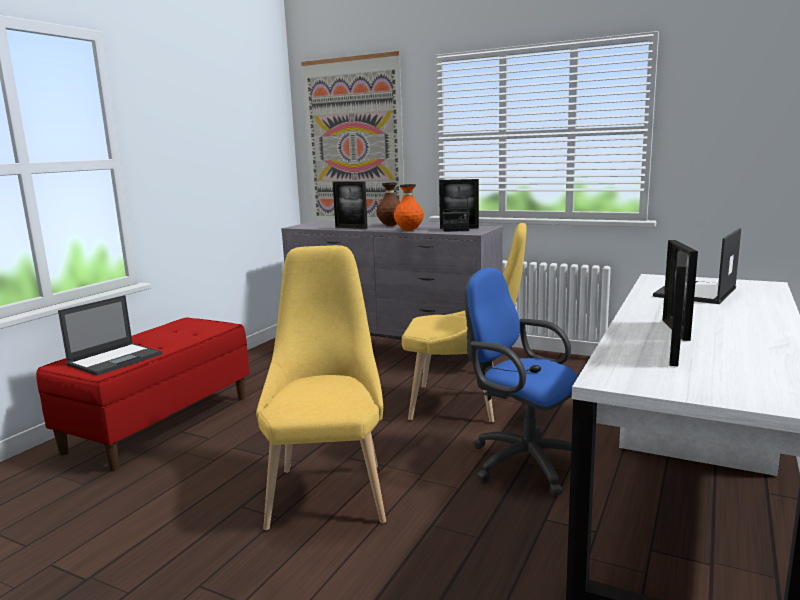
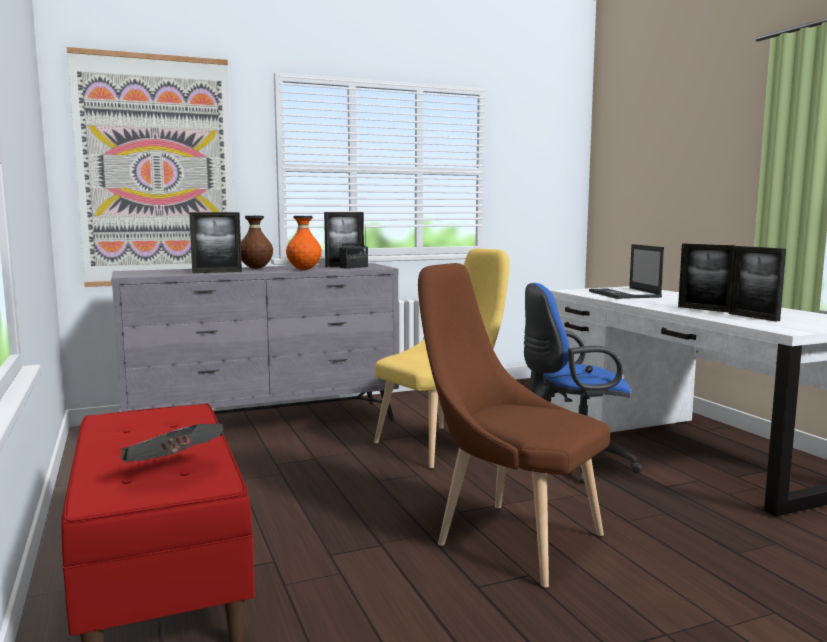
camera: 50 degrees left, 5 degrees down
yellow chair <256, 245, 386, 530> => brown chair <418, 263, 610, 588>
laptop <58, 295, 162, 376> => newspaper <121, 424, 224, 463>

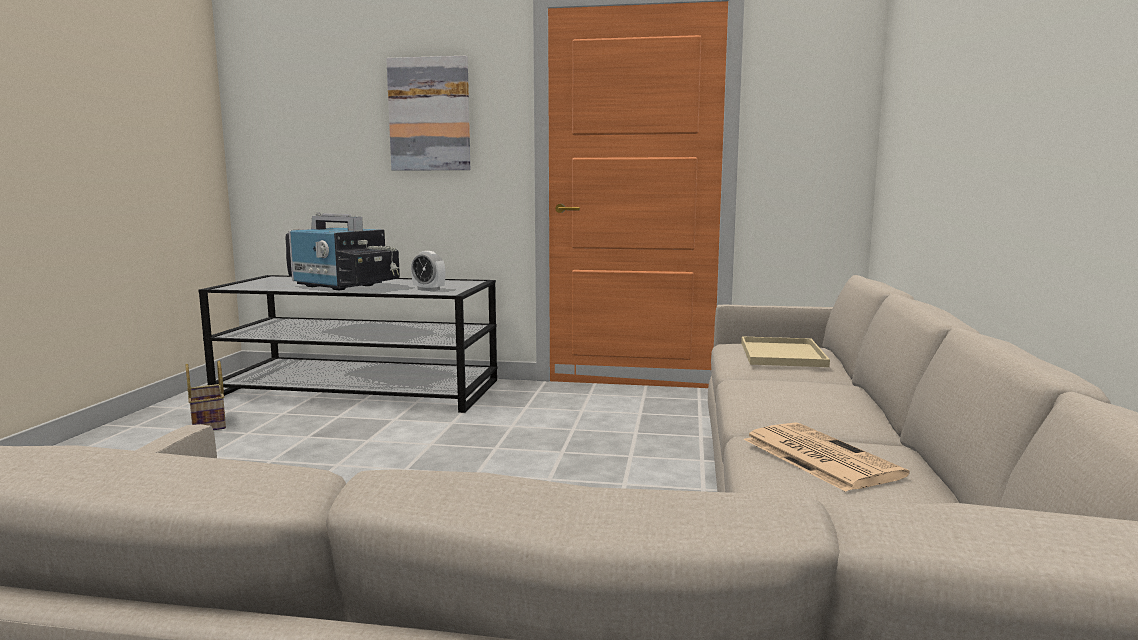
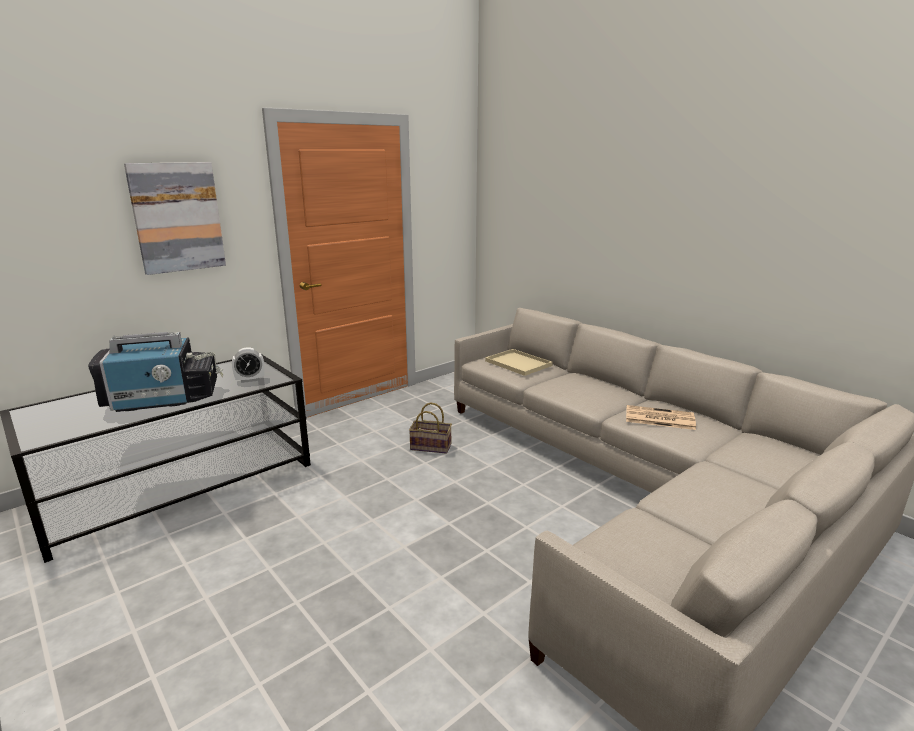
camera: 50 degrees left, 10 degrees up
basket <185, 360, 226, 430> => basket <409, 402, 452, 454>, moved

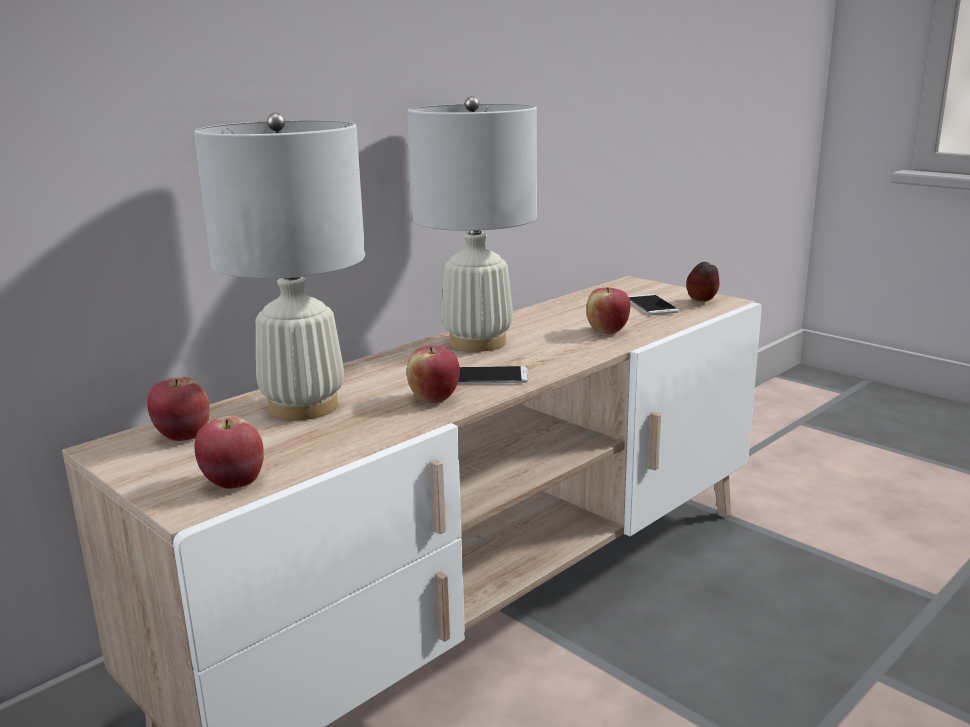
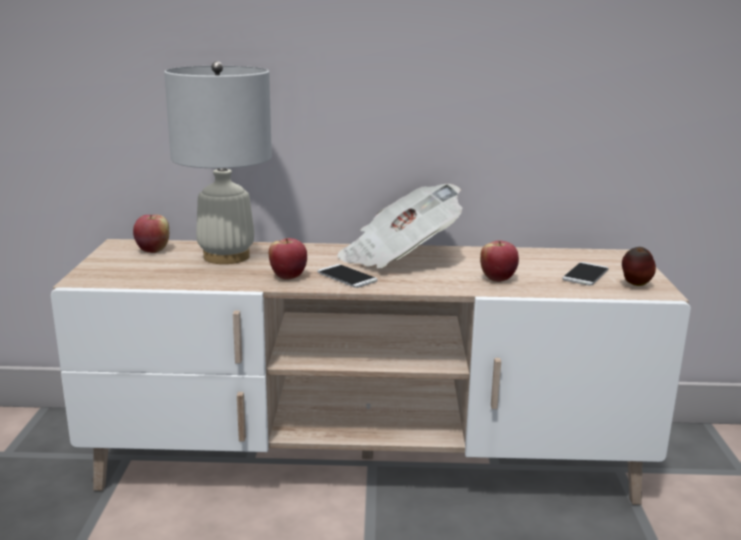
camera: 45 degrees right, 0 degrees up
white table lamp <407, 96, 537, 352> => newspaper <338, 184, 462, 269>
apple <195, 416, 264, 489> => nothing

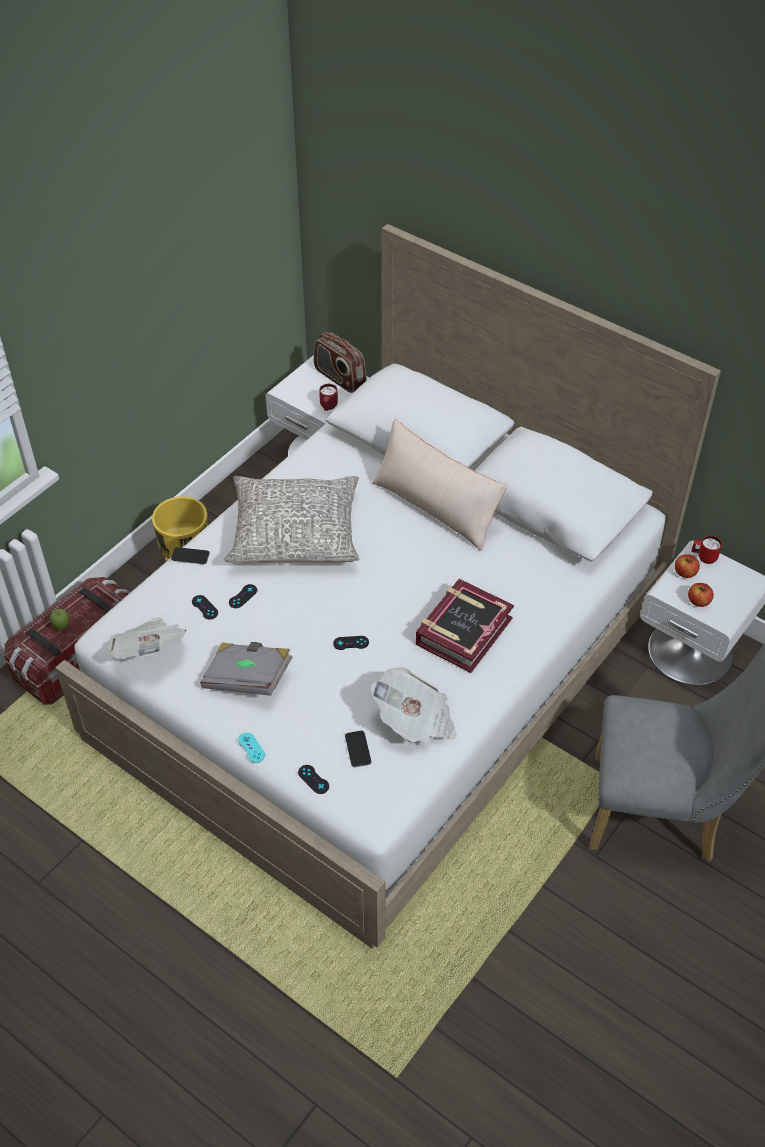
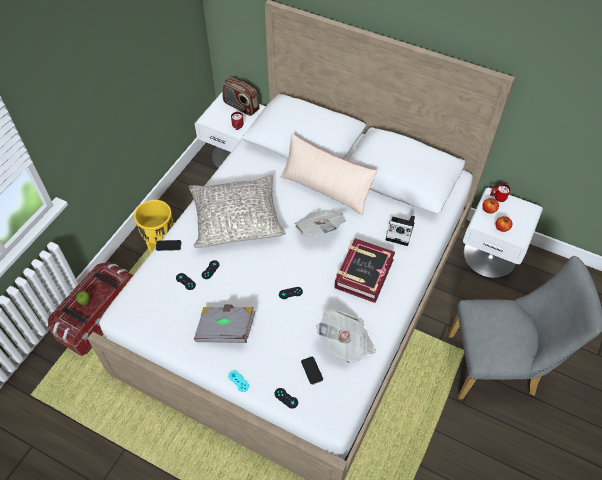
camera: 10 degrees left, 5 degrees up
newspaper <108, 617, 187, 659> => newspaper <294, 209, 346, 237>, moved
nothing => photo camera <386, 216, 415, 246>

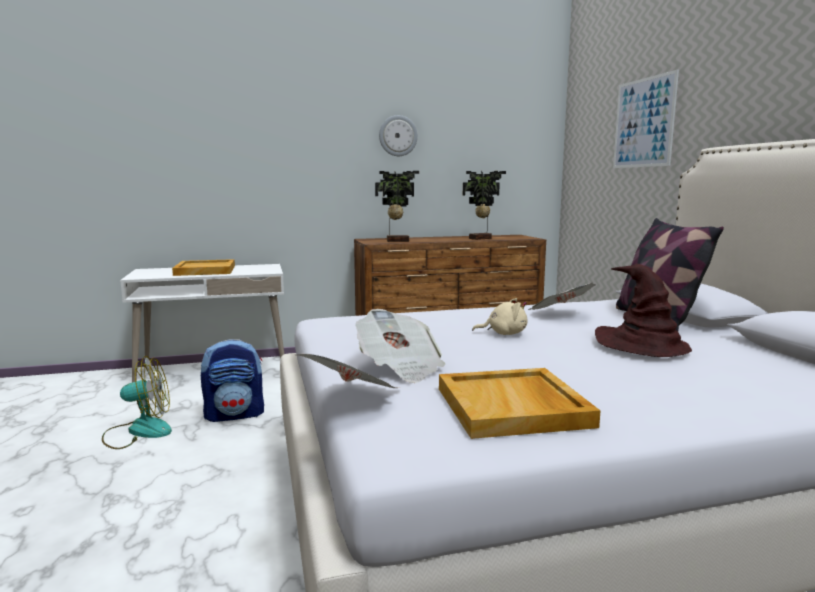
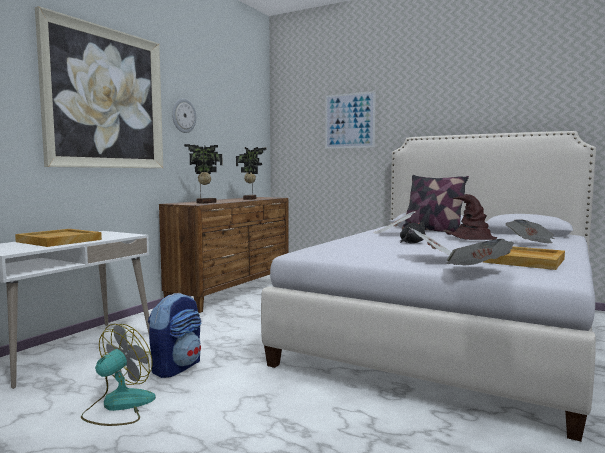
camera: 45 degrees left, 5 degrees down
beige plush toy <472, 298, 527, 335> => black plush toy <400, 221, 425, 243>
nothing => picture <35, 6, 163, 168>
nothing => newspaper <505, 219, 555, 243>

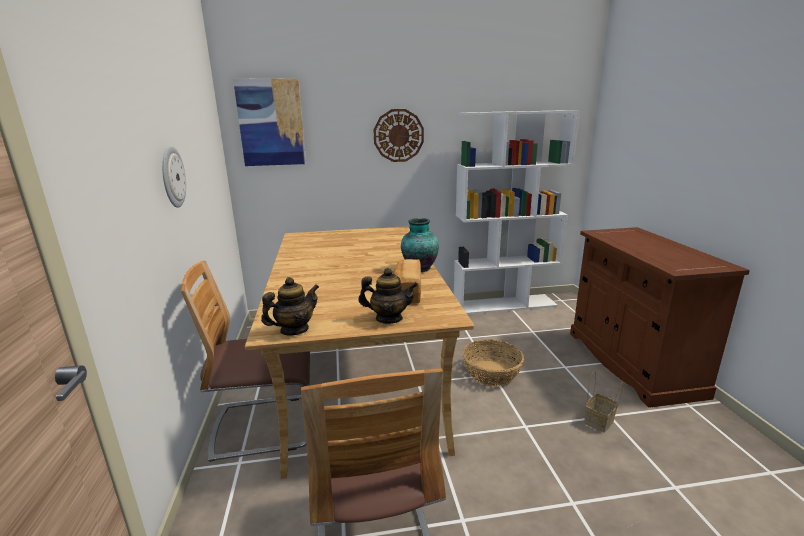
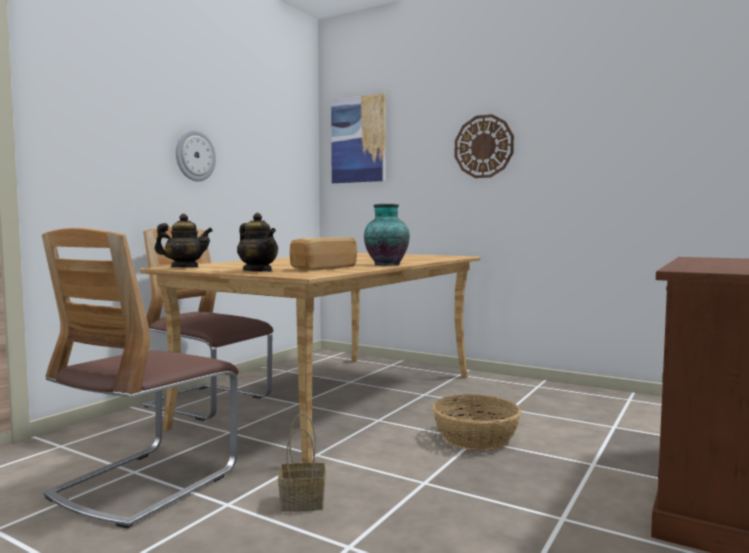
camera: 40 degrees right, 15 degrees down
white bookcase <454, 110, 580, 314> => nothing
basket <584, 371, 623, 432> => basket <278, 414, 326, 512>, moved

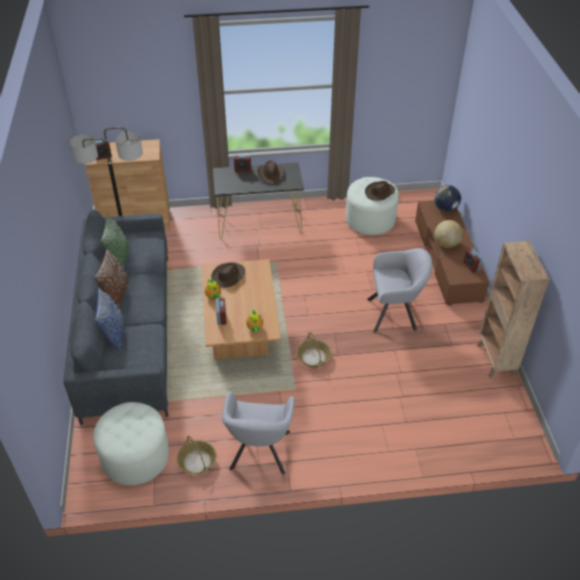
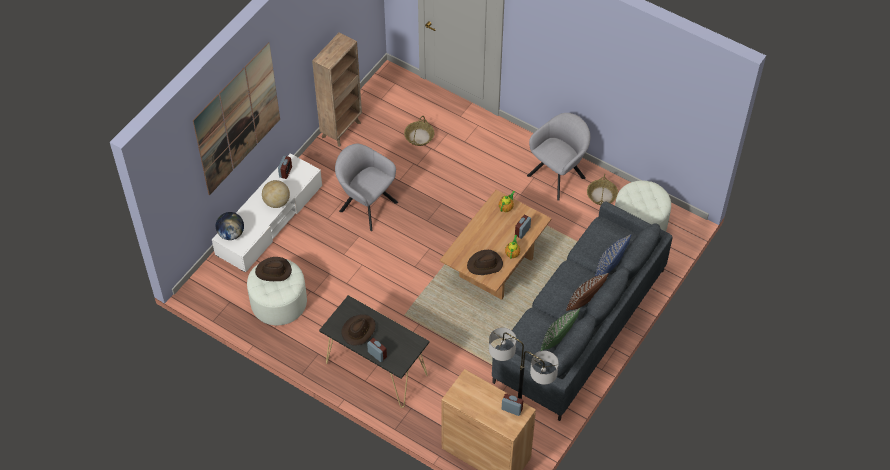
camera: 140 degrees left, 10 degrees up
brown tv stand <415, 201, 489, 305> => white tv stand <212, 153, 322, 272>
basket <297, 332, 332, 367> => basket <404, 116, 435, 146>, moved
nothing => picture <193, 42, 280, 195>

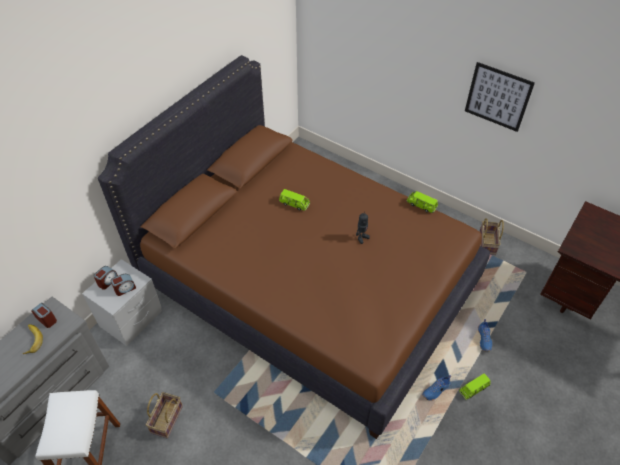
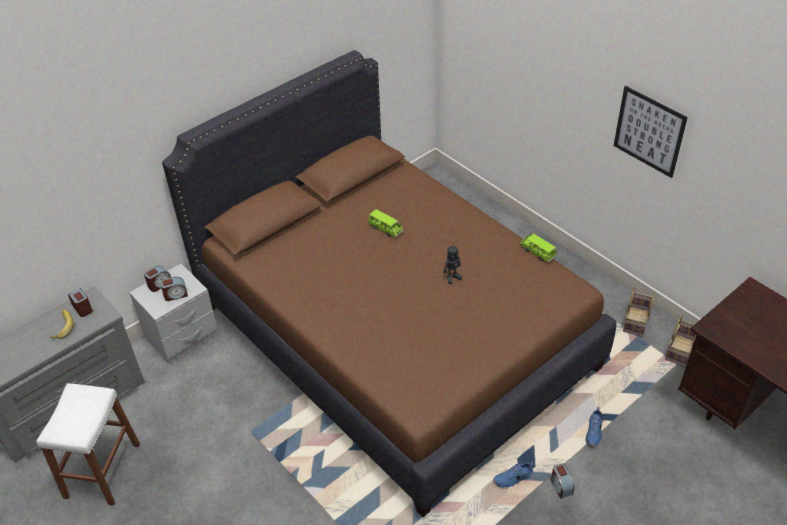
camera: 15 degrees right, 5 degrees down
green toy car <459, 373, 491, 400> => alarm clock <551, 464, 574, 499>
basket <146, 392, 183, 439> => basket <665, 315, 696, 367>, moved

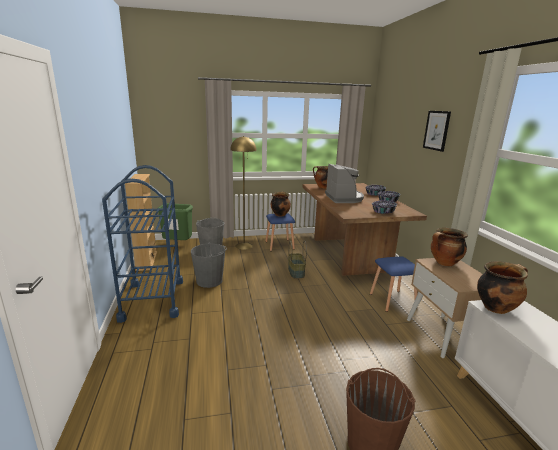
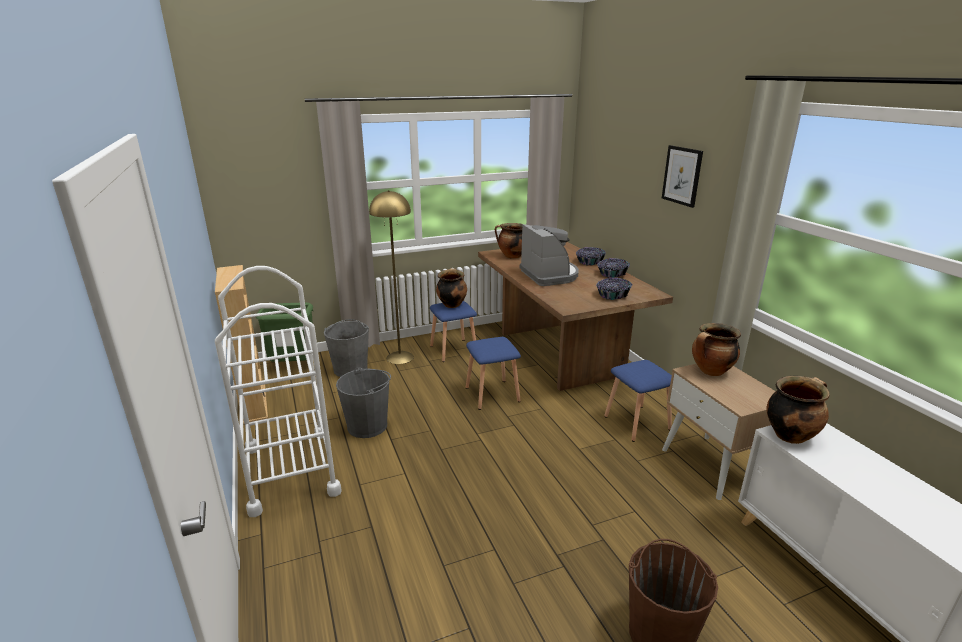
camera: 10 degrees left, 5 degrees up
blue cart <102, 165, 183, 323> => white cart <215, 266, 342, 517>
basket <288, 240, 307, 278> => blue stool <466, 337, 521, 410>

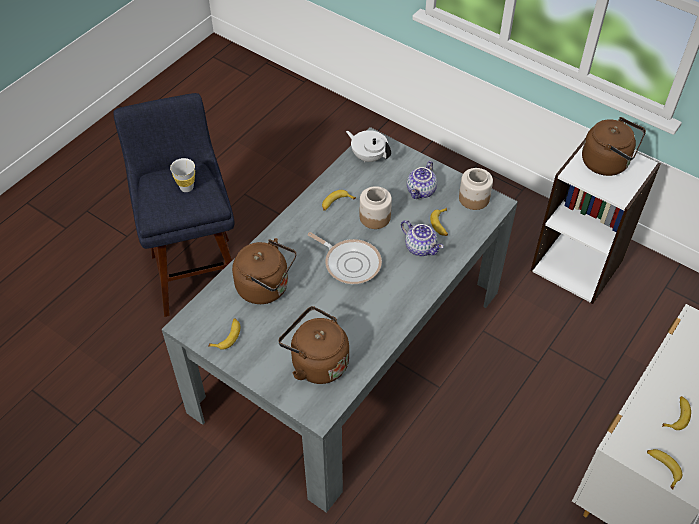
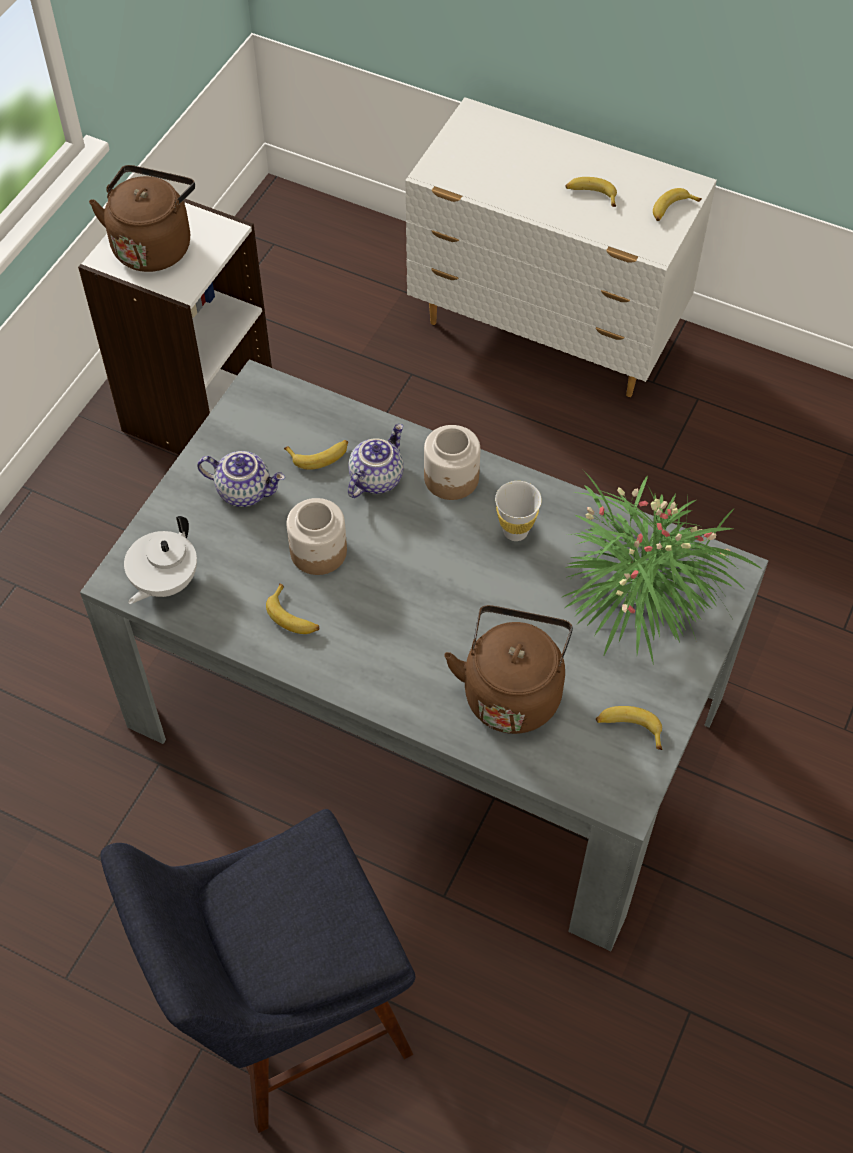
camera: 100 degrees left, 5 degrees up
white cup <170, 158, 195, 192> => white cup <495, 481, 542, 541>, moved
jar <459, 168, 493, 210> => jar <424, 425, 480, 500>, moved
frying pan <308, 232, 382, 284> => nothing
brown kettle <278, 306, 349, 384> => potted plant <562, 470, 762, 665>

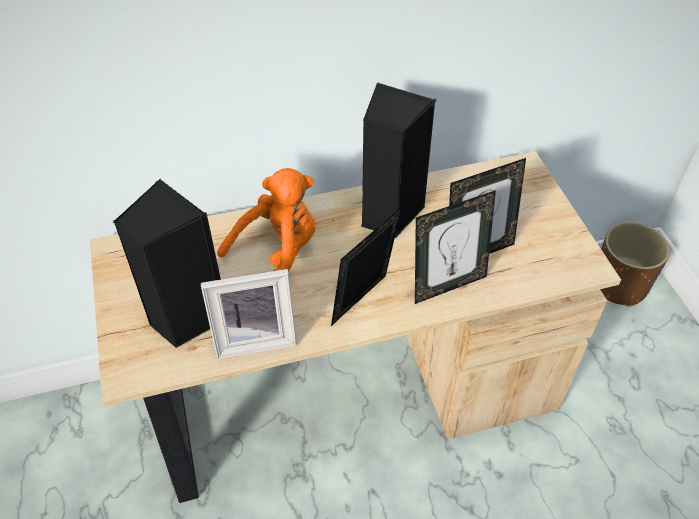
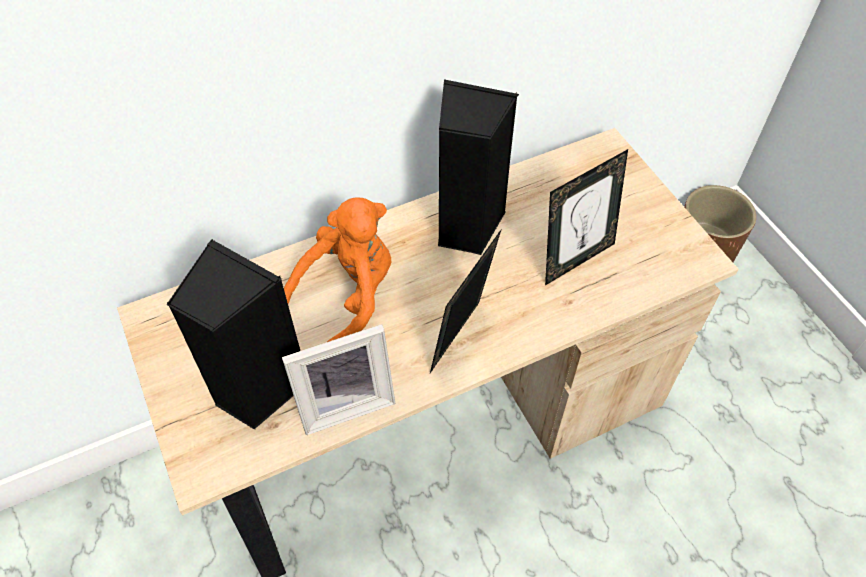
camera: 10 degrees left, 5 degrees up
picture frame <415, 190, 496, 304> => nothing

